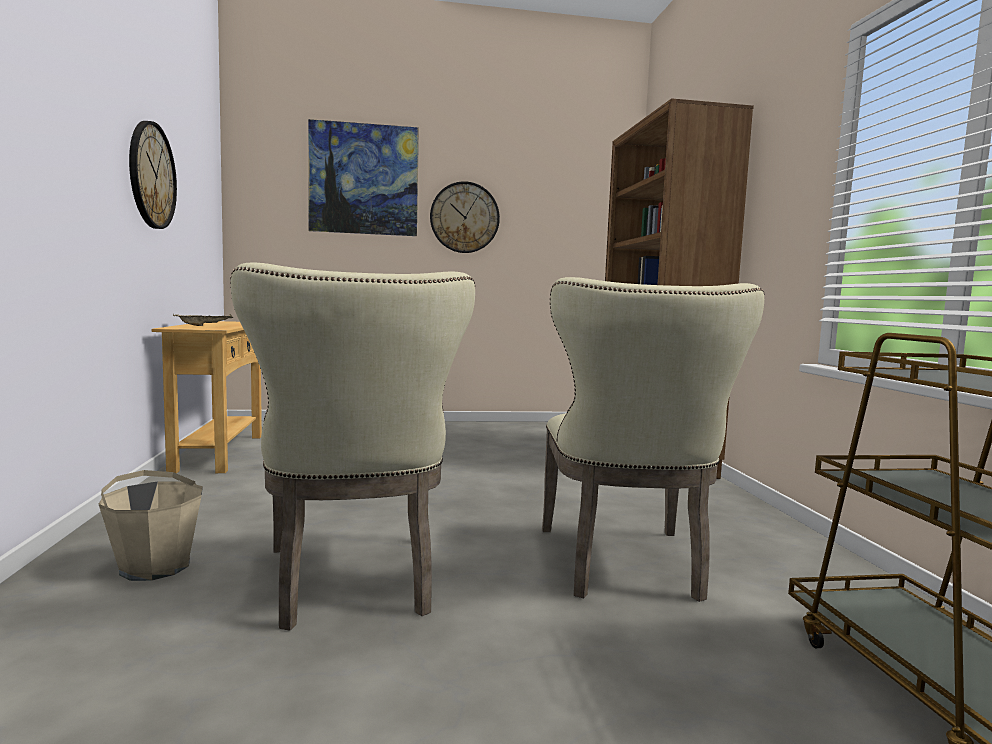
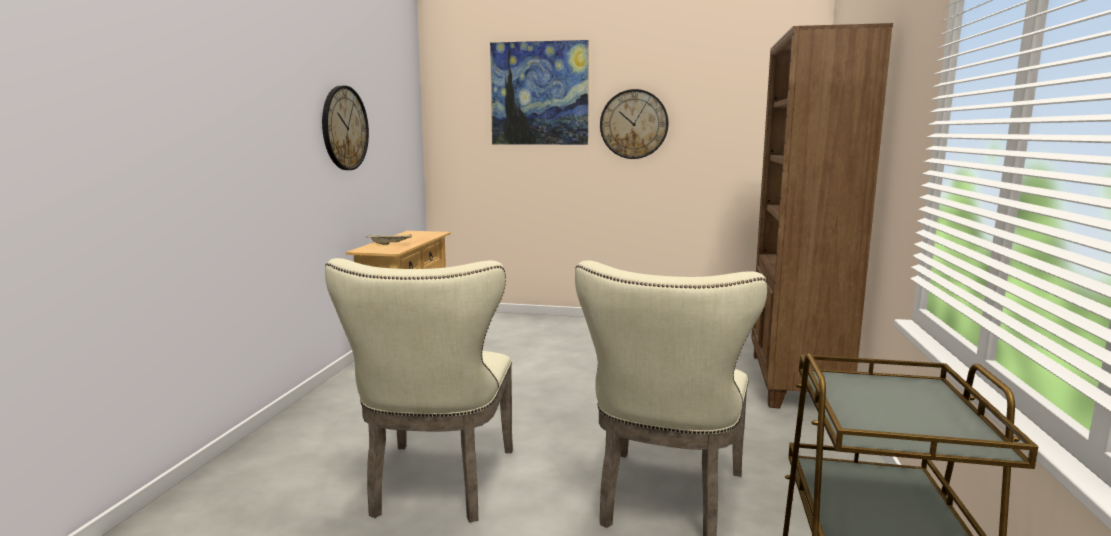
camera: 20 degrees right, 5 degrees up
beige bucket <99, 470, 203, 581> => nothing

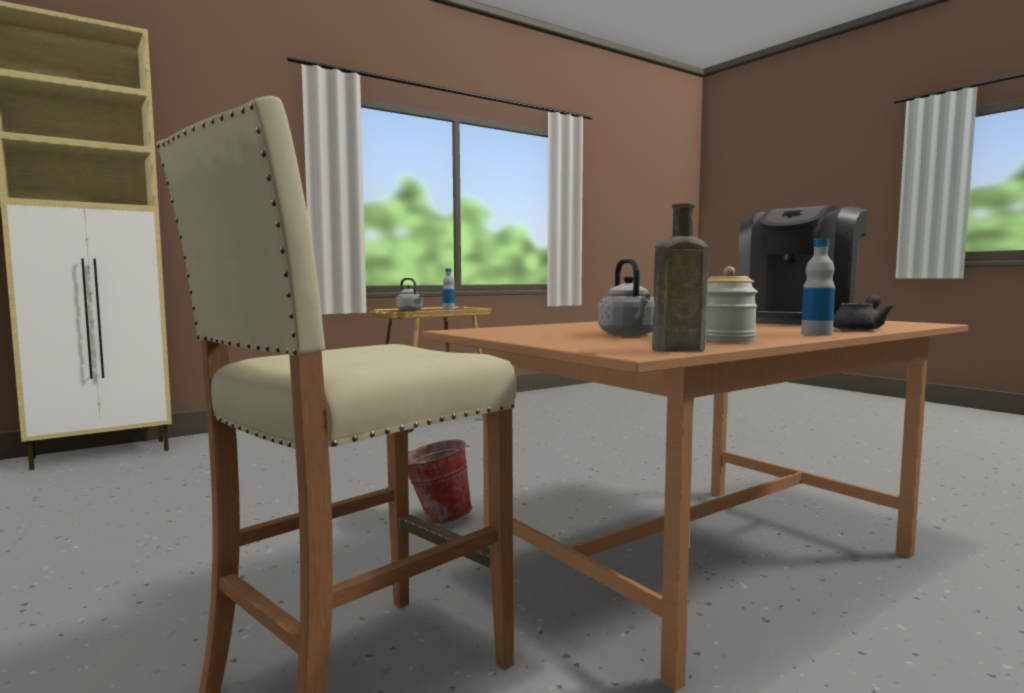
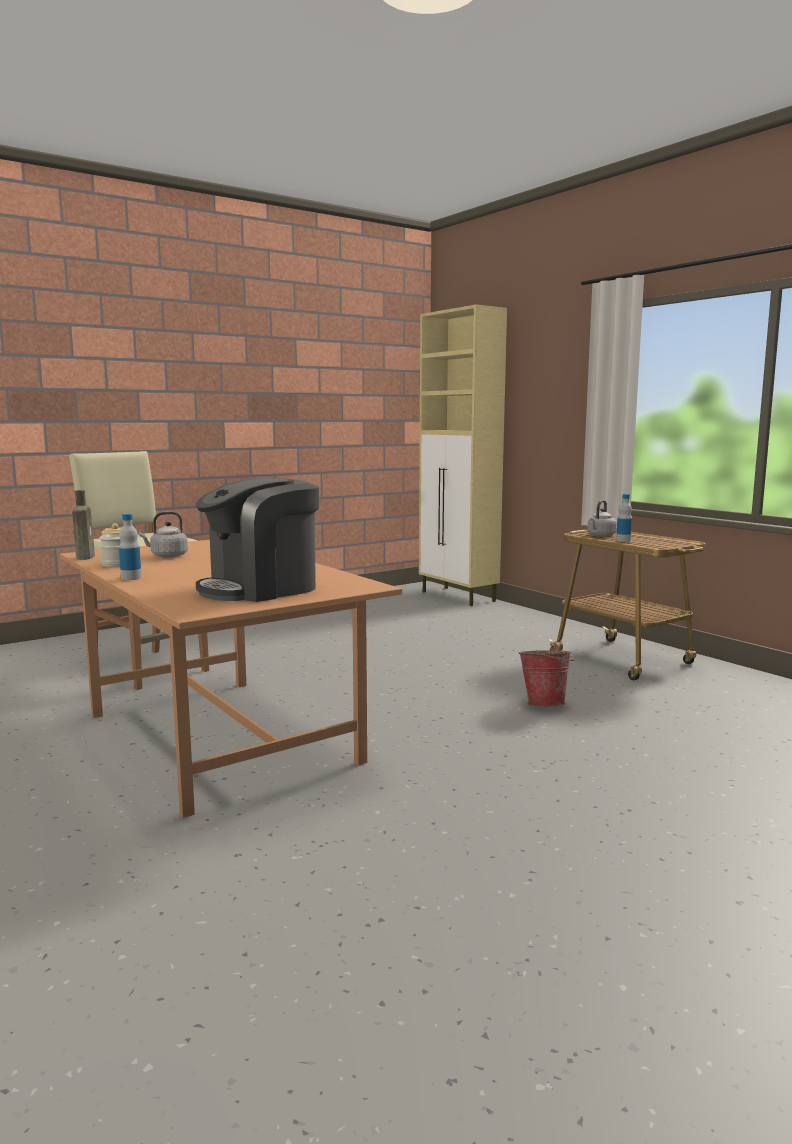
camera: 90 degrees right, 5 degrees up
coffee machine <738, 205, 870, 325> => coffee machine <196, 478, 319, 602>, 75 degrees counterclockwise
grey teapot <833, 294, 894, 331> => nothing
bucket <408, 439, 472, 524> => bucket <519, 647, 575, 706>, moved

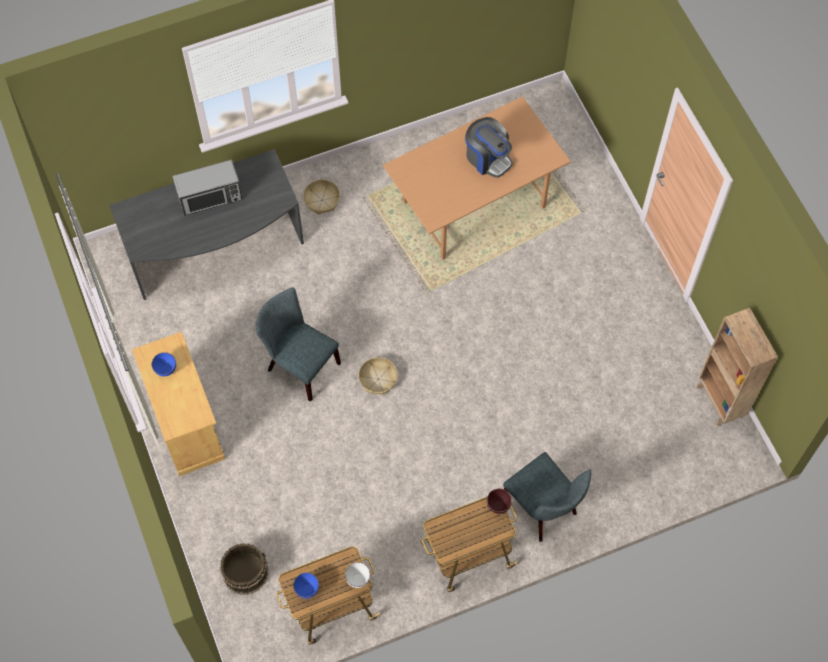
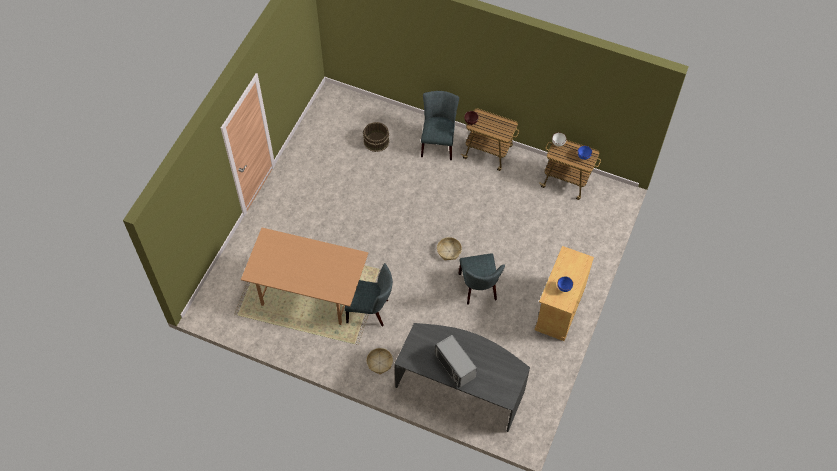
camera: 135 degrees left, 5 degrees down
coffee machine <465, 117, 513, 178> => nothing
microwave <173, 160, 242, 216> => microwave <435, 335, 477, 388>, 150 degrees counterclockwise
brown bookcase <697, 308, 778, 426> => nothing
brown bucket <220, 543, 269, 595> => brown bucket <363, 122, 390, 152>, moved
nothing => grey chair <345, 263, 393, 327>

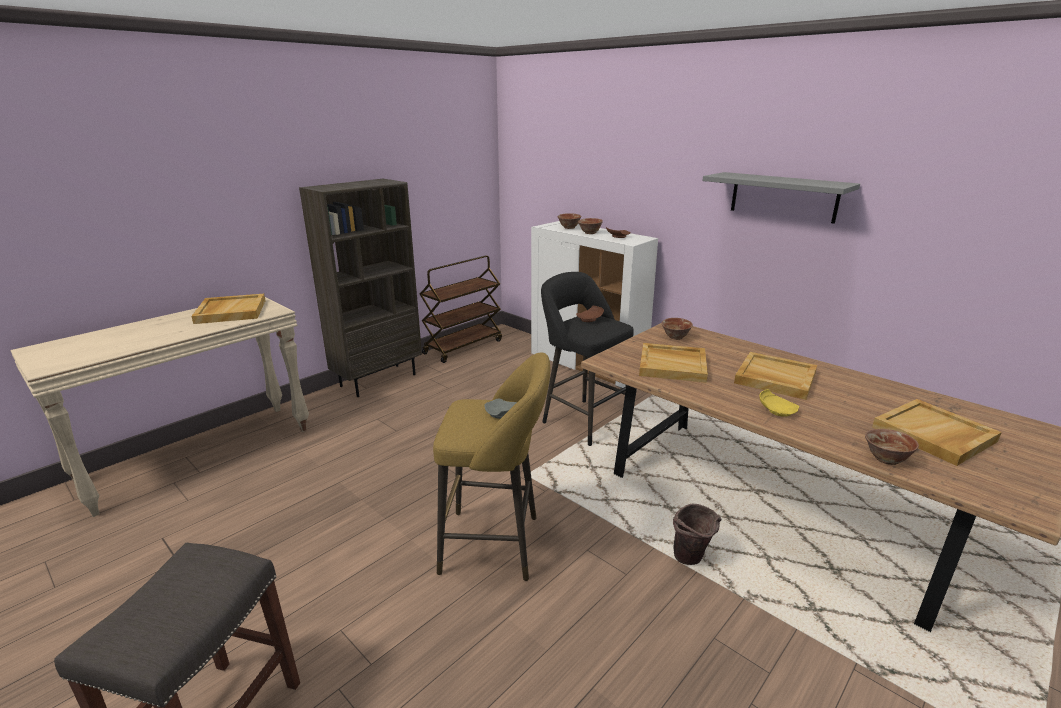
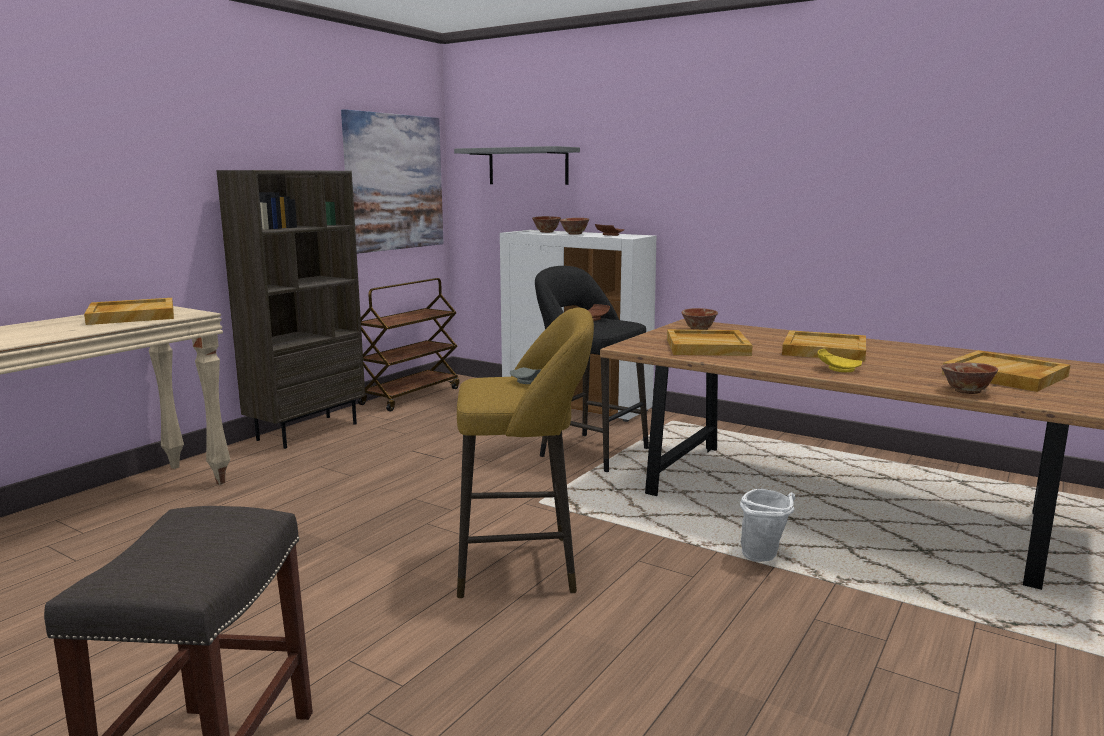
camera: 10 degrees left, 10 degrees down
grey shelf <703, 172, 860, 224> => grey shelf <454, 146, 580, 185>, moved
brown bucket <673, 504, 721, 565> => white bucket <740, 489, 795, 562>
nothing => picture <341, 109, 444, 254>

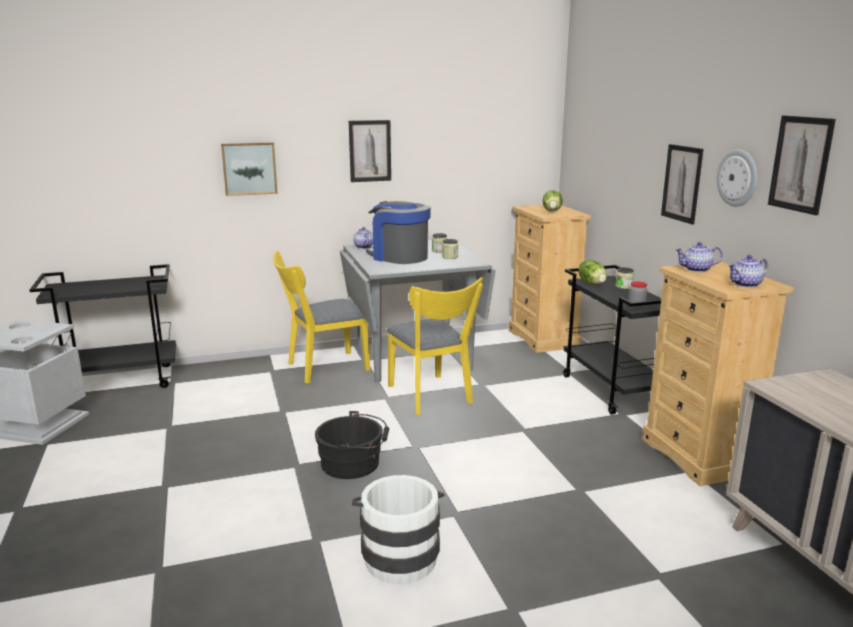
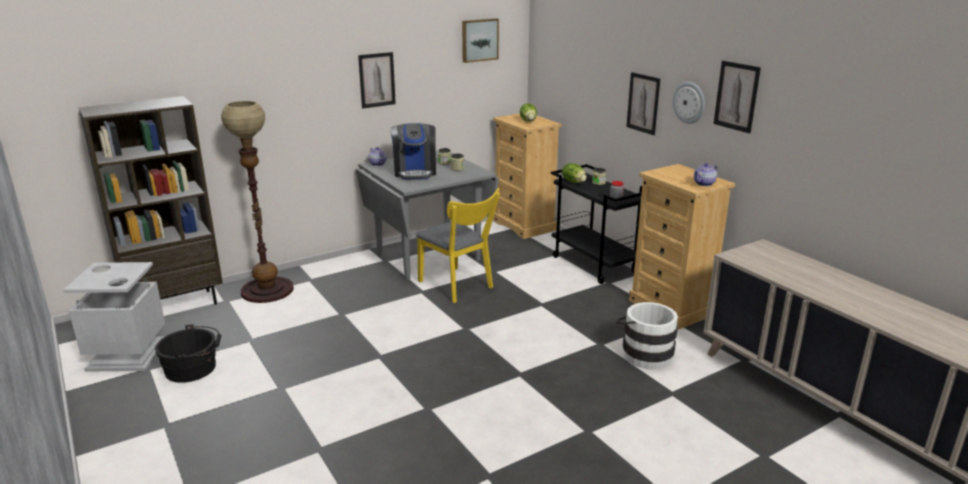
camera: 15 degrees left, 5 degrees up
picture <221, 142, 278, 196> => picture <462, 18, 499, 63>, moved
coffee machine <366, 201, 431, 264> => coffee machine <391, 123, 436, 180>, 120 degrees counterclockwise
teapot <675, 242, 723, 272> => nothing
yellow chair <273, 251, 370, 384> => nothing
black cart <29, 264, 176, 388> => brown bookcase <79, 96, 223, 305>
black bucket <315, 411, 389, 479> => black bucket <155, 324, 221, 383>, moved
white bucket <352, 475, 445, 584> => white bucket <616, 302, 678, 369>, moved
nothing => floor lamp <221, 101, 294, 303>

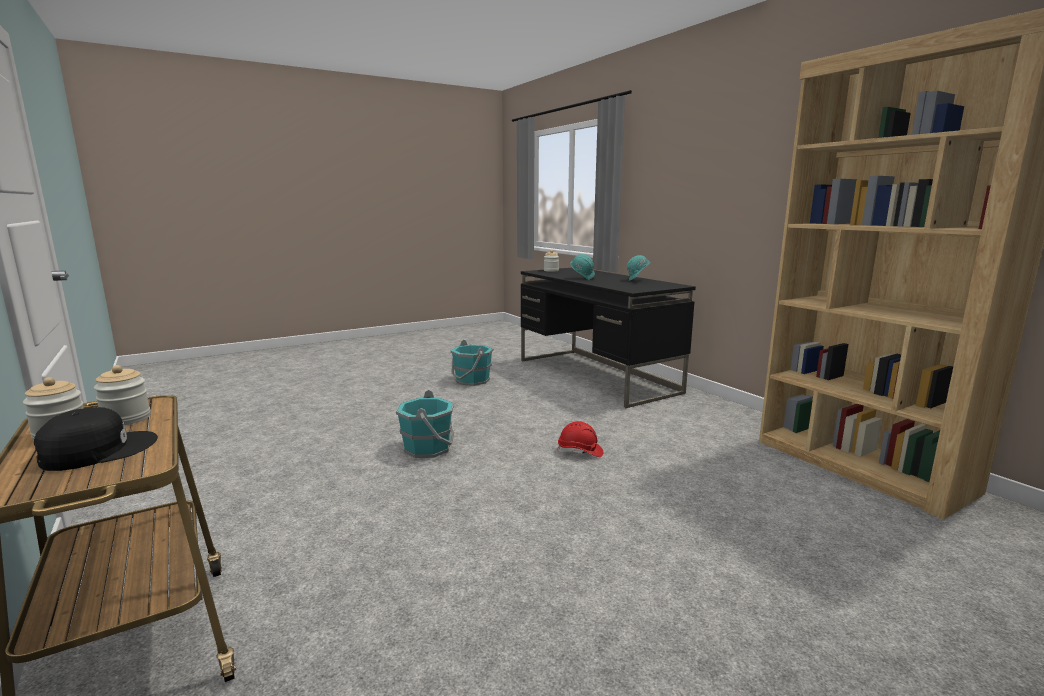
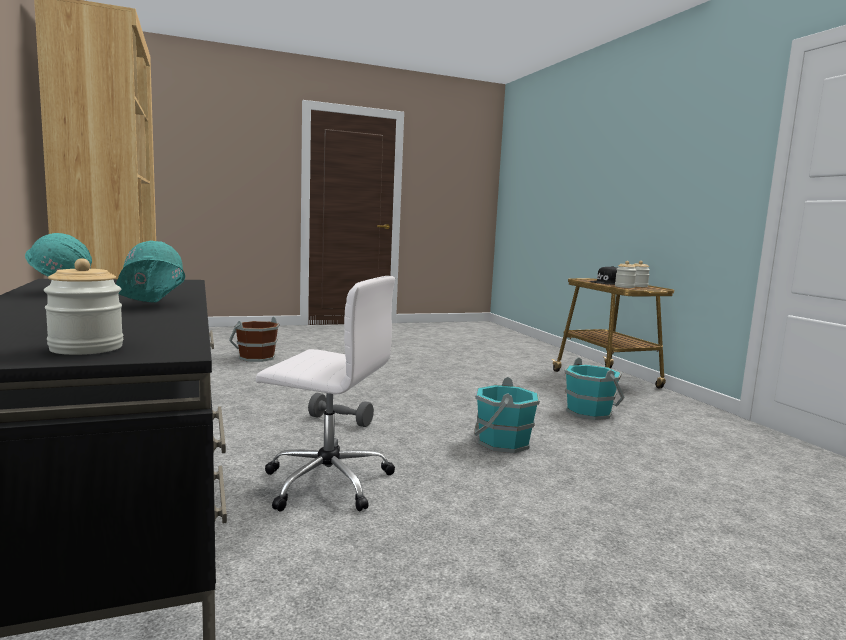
camera: 170 degrees left, 5 degrees down
turquoise bucket <450, 339, 493, 386> => turquoise bucket <565, 357, 625, 420>, moved
red hard hat <557, 421, 604, 457> => grey dumbbell <308, 393, 374, 427>
nothing => white office chair <256, 276, 395, 512>
nothing => brown bucket <229, 317, 279, 362>

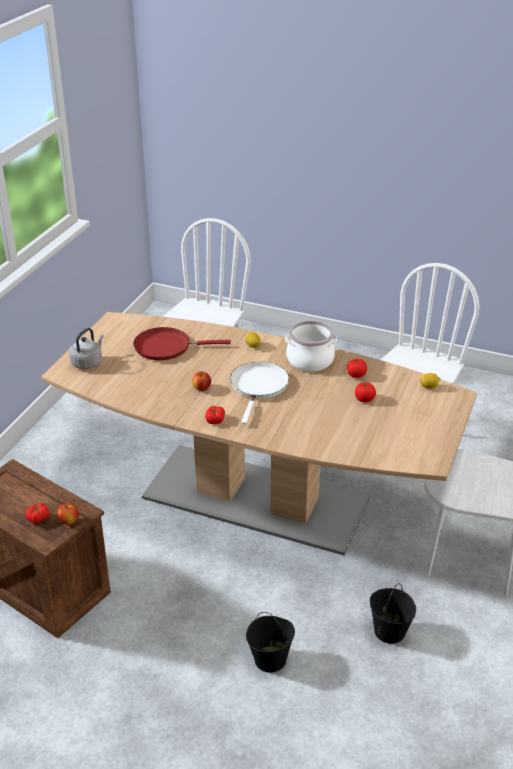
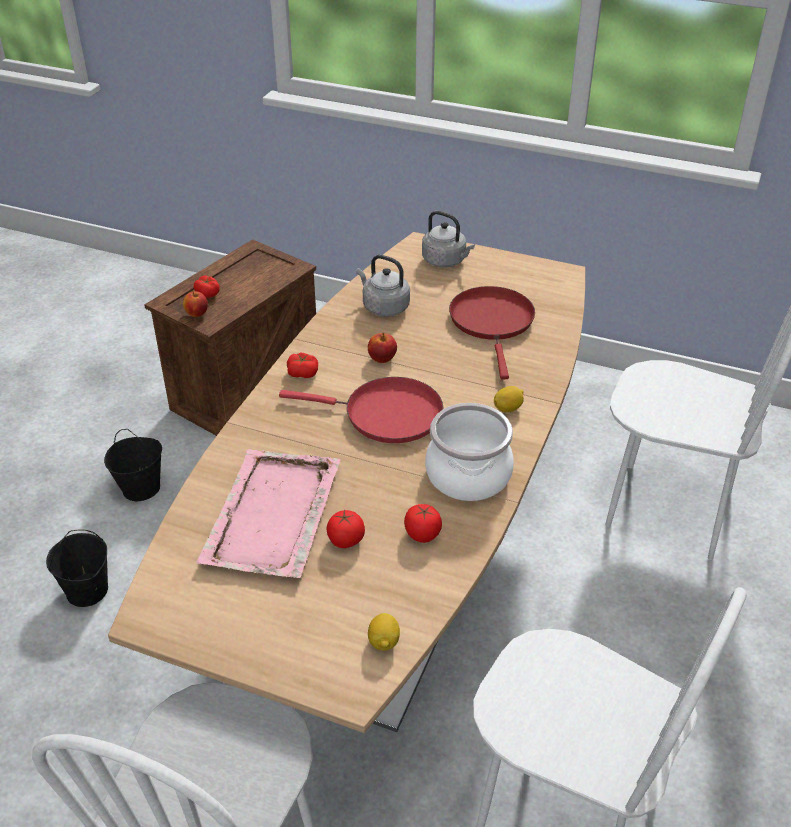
camera: 90 degrees right, 5 degrees up
white frying pan <230, 362, 289, 424> => red frying pan <279, 377, 443, 443>
black bucket <370, 583, 416, 644> => black bucket <104, 429, 162, 501>, moved
nothing => grey kettle <356, 255, 410, 317>
nothing => pink tray <196, 449, 340, 578>

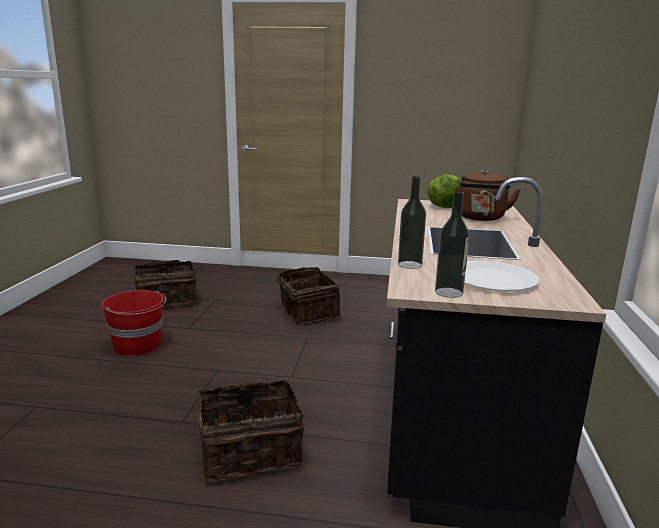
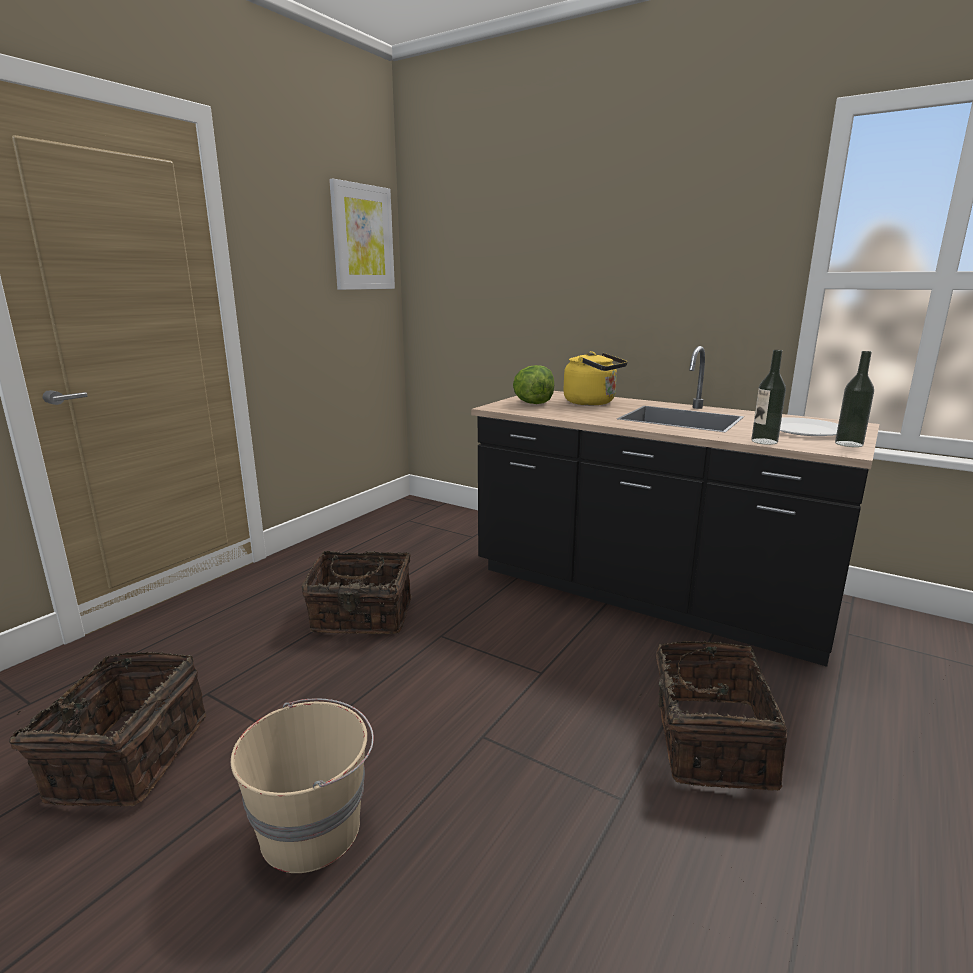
camera: 65 degrees left, 0 degrees up
brown kettle <458, 170, 521, 221> => yellow kettle <563, 351, 627, 405>
red bucket <101, 290, 166, 356> => beige bucket <231, 698, 374, 873>
nothing => picture <329, 179, 395, 290>

